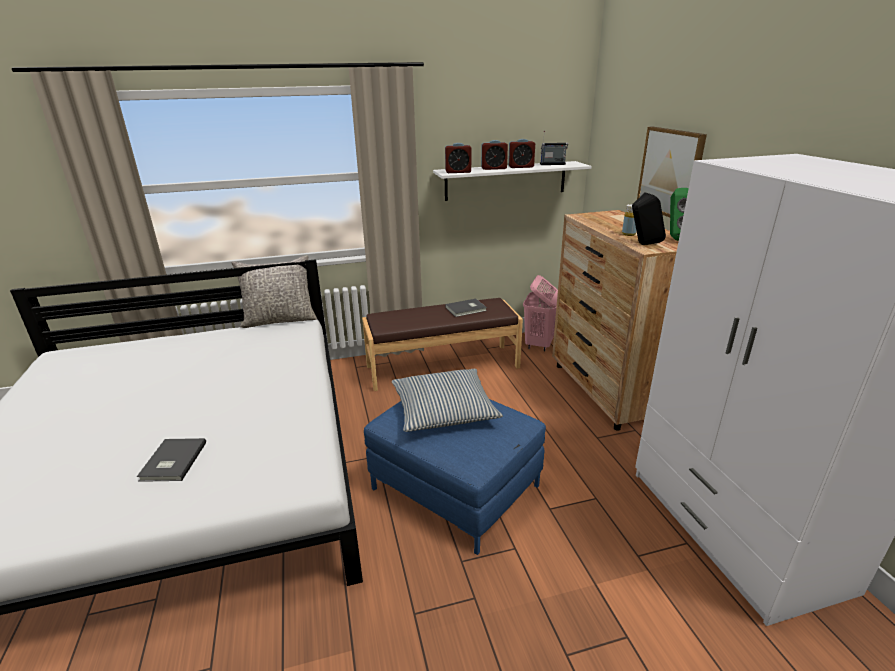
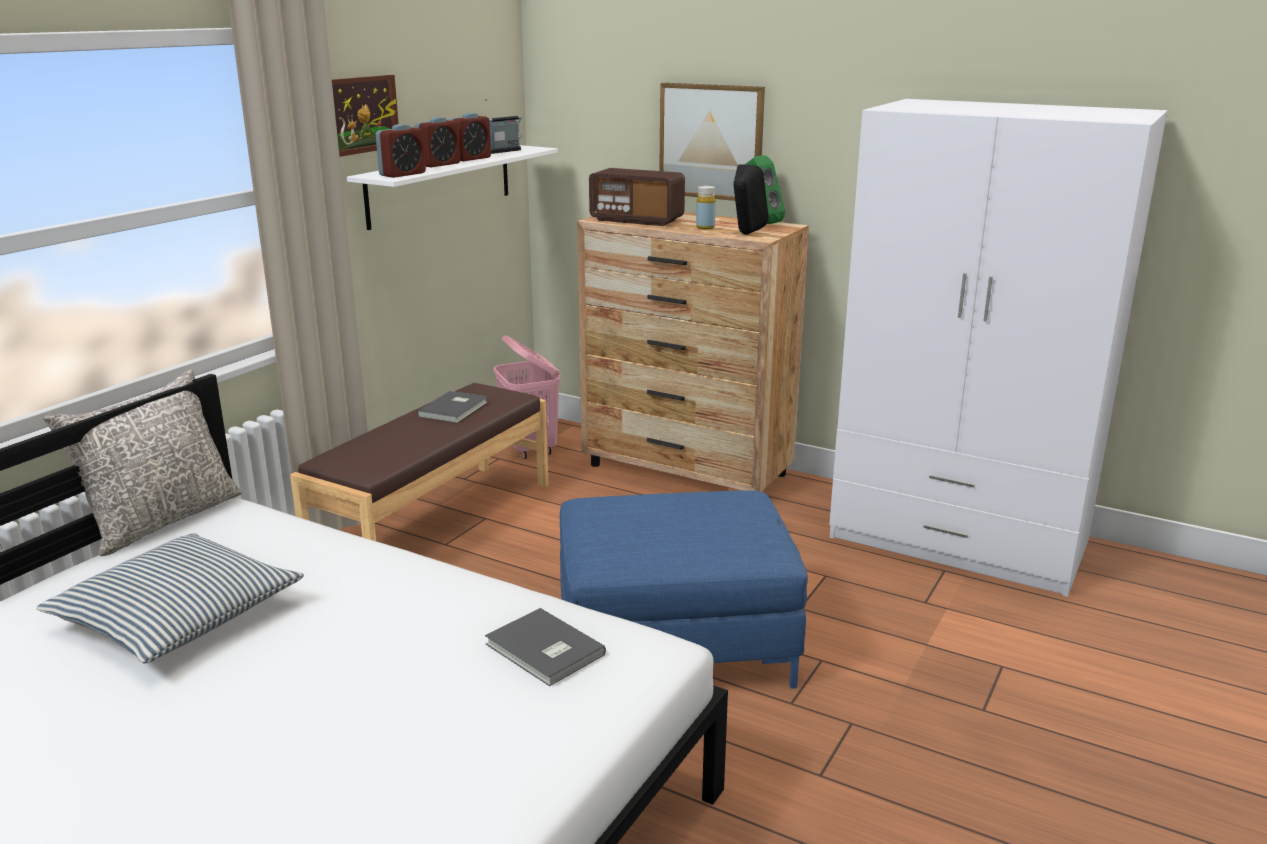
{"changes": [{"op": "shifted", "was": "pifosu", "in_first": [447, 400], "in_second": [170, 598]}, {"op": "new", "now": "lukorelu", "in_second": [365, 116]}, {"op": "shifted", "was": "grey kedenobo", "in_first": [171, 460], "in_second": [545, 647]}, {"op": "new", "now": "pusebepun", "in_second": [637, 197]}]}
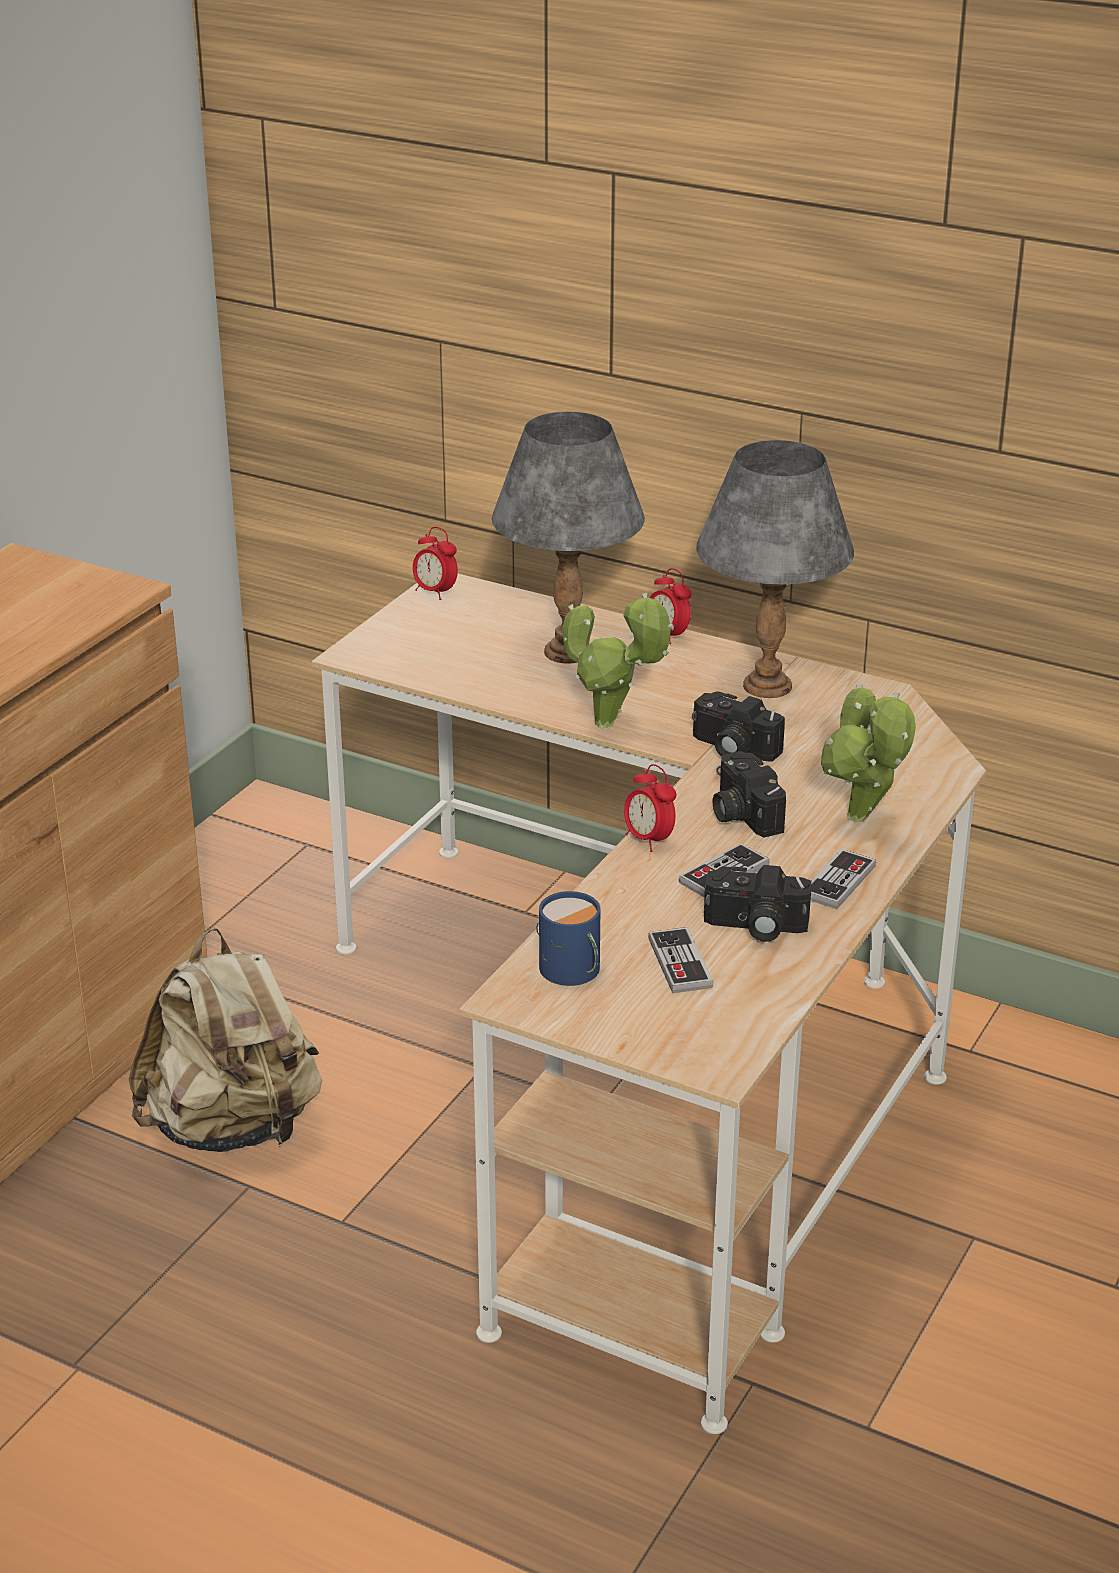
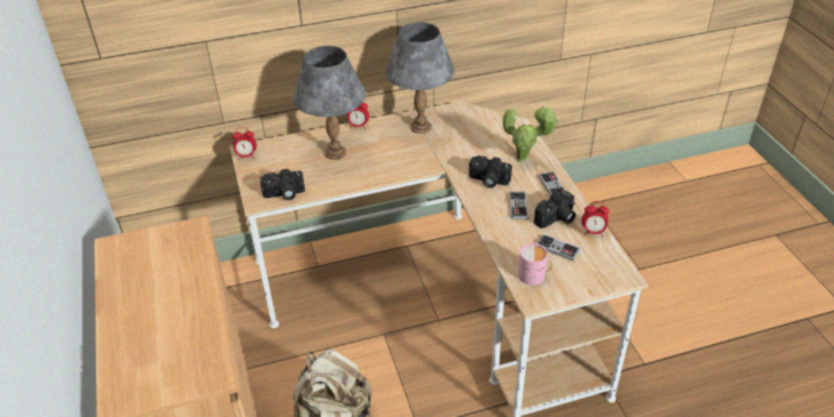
{"changes": [{"op": "shifted", "was": "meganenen", "in_first": [738, 726], "in_second": [282, 184]}, {"op": "repainted", "was": "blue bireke", "now": "pink bireke", "in_first": [568, 938], "in_second": [535, 264]}, {"op": "shifted", "was": "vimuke", "in_first": [650, 808], "in_second": [595, 219]}, {"op": "gone", "was": "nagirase", "in_first": [618, 661]}]}
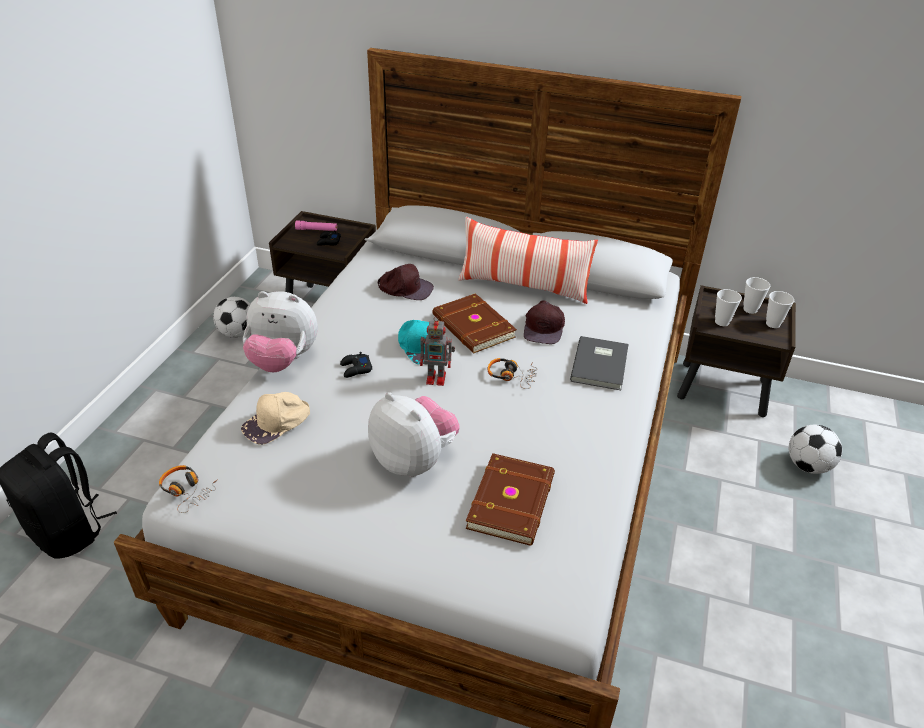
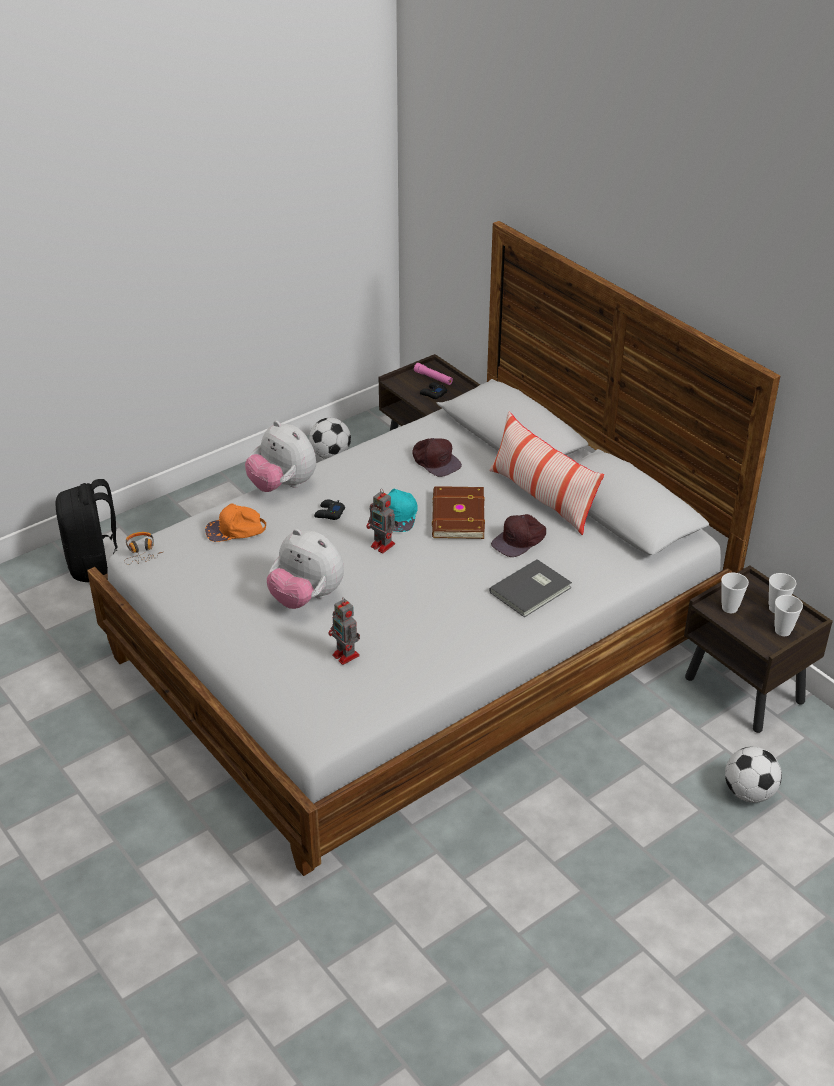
{"changes": [{"op": "repainted", "was": "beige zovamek", "now": "orange zovamek", "in_first": [275, 418], "in_second": [235, 523]}, {"op": "rotated", "was": "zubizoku", "in_first": [414, 434], "in_second": [305, 569], "clockwise": 135}, {"op": "swapped", "was": "brown kedenobo", "now": "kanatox", "in_first": [510, 499], "in_second": [344, 631]}, {"op": "gone", "was": "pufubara", "in_first": [512, 373]}]}
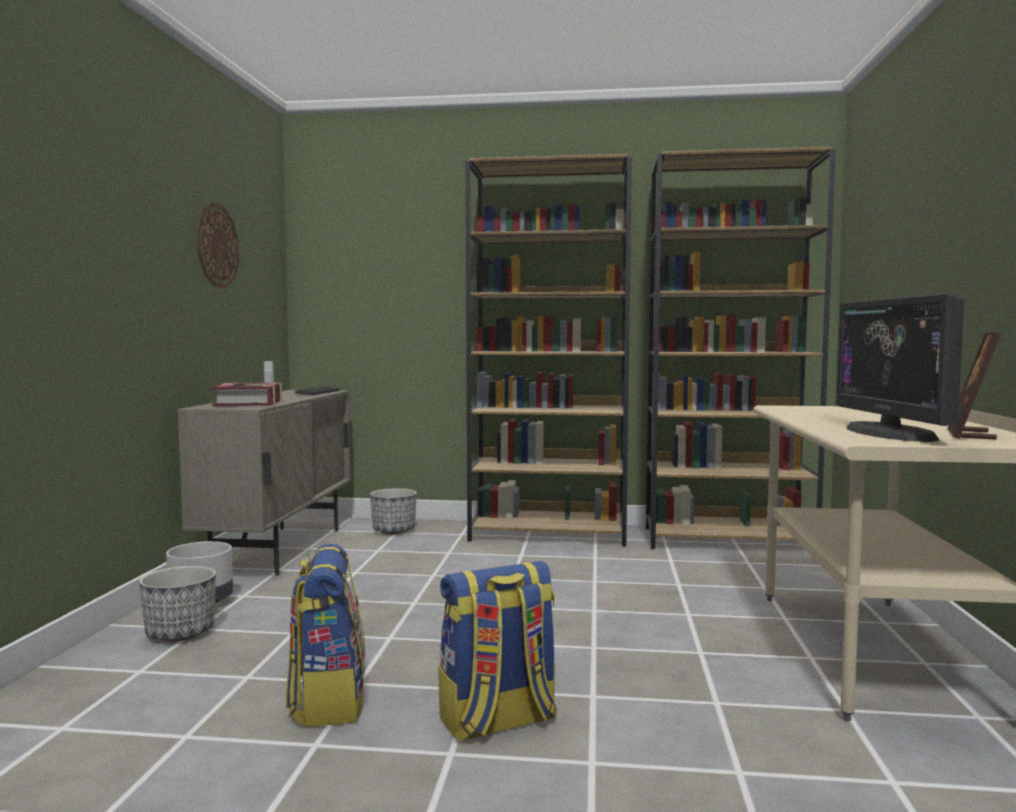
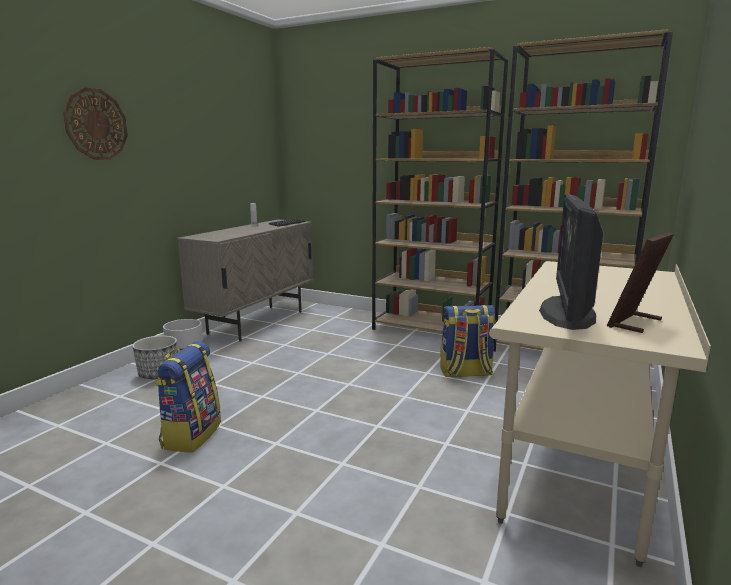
{"changes": [{"op": "shifted", "was": "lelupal", "in_first": [218, 245], "in_second": [95, 123]}, {"op": "shifted", "was": "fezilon", "in_first": [498, 651], "in_second": [467, 341]}, {"op": "gone", "was": "kedenobo", "in_first": [247, 394]}, {"op": "gone", "was": "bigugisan", "in_first": [393, 511]}]}
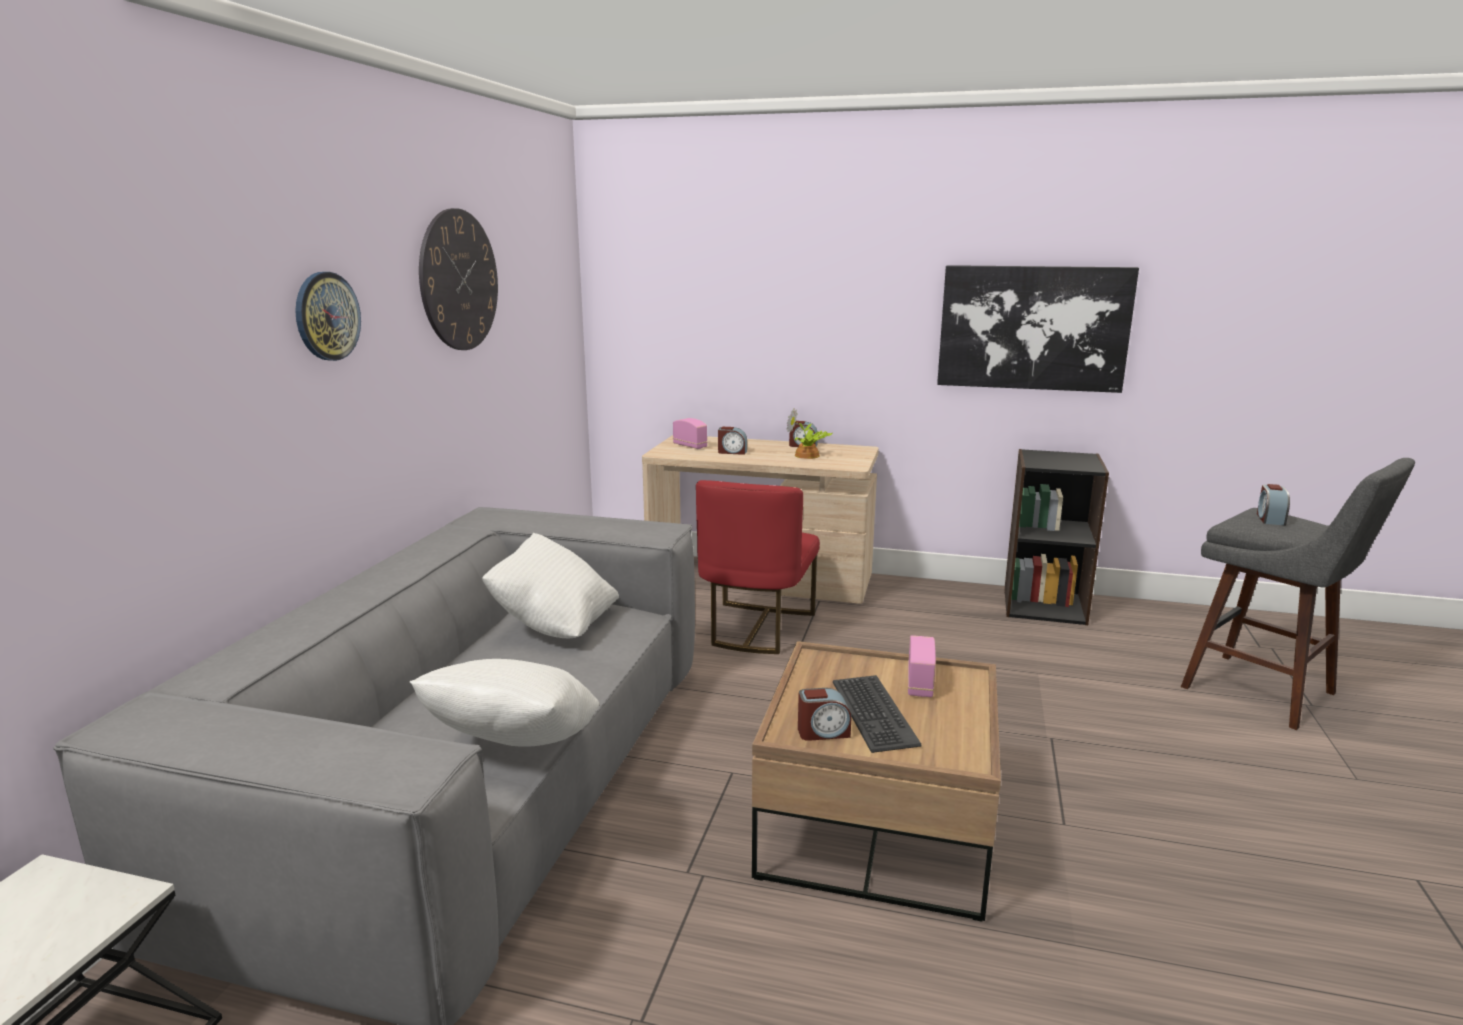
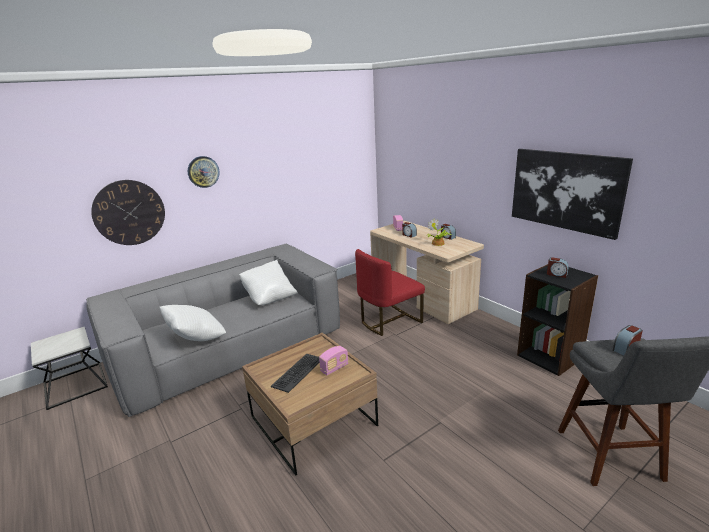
{"changes": [{"op": "shifted", "was": "lelupal", "in_first": [458, 279], "in_second": [128, 212]}, {"op": "shifted", "was": "vimuke", "in_first": [824, 714], "in_second": [558, 267]}]}
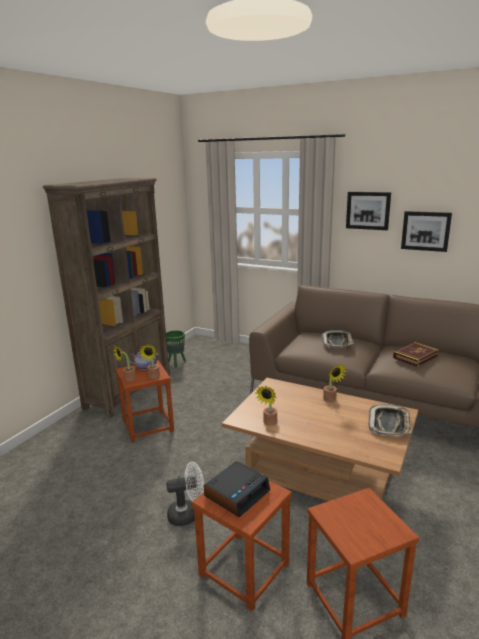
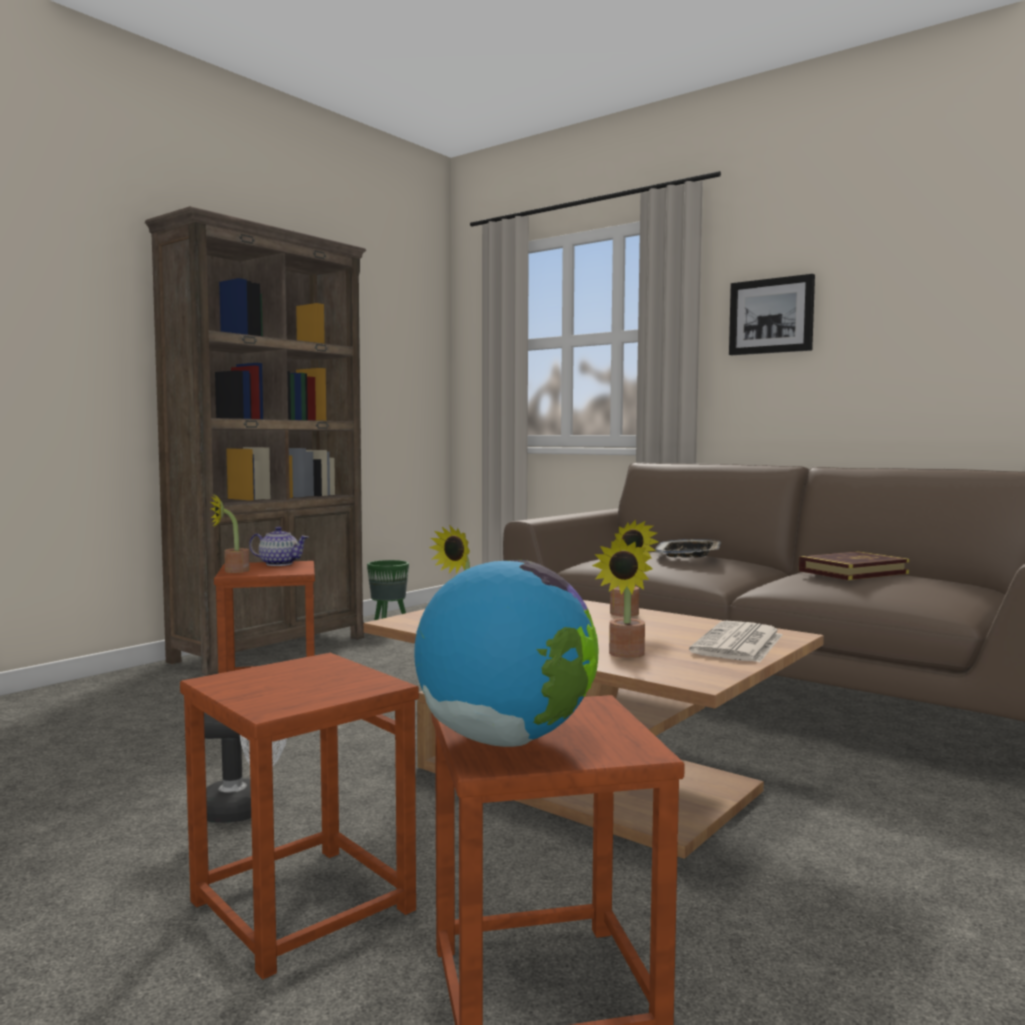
{"changes": [{"op": "new", "now": "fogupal", "in_second": [506, 653]}, {"op": "shifted", "was": "nagirase", "in_first": [149, 361], "in_second": [622, 598]}, {"op": "swapped", "was": "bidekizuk", "now": "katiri", "in_first": [390, 420], "in_second": [736, 642]}, {"op": "gone", "was": "vimuke", "in_first": [237, 489]}, {"op": "gone", "was": "lukorelu", "in_first": [426, 231]}]}
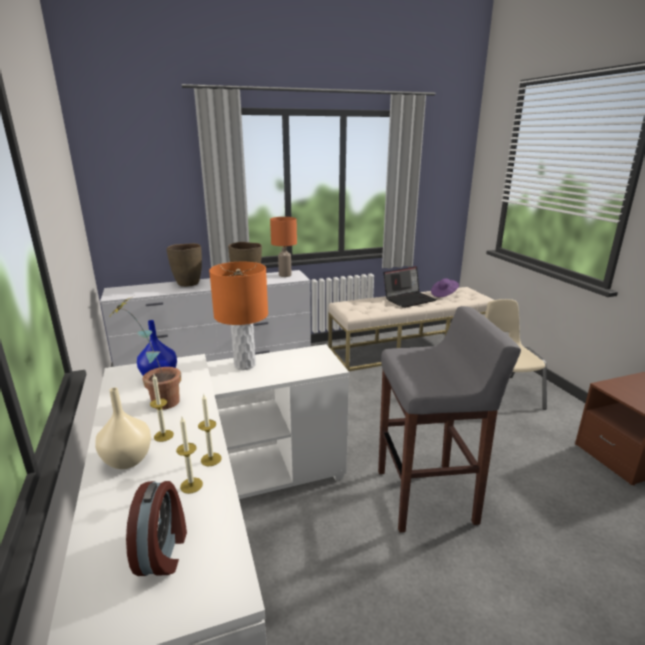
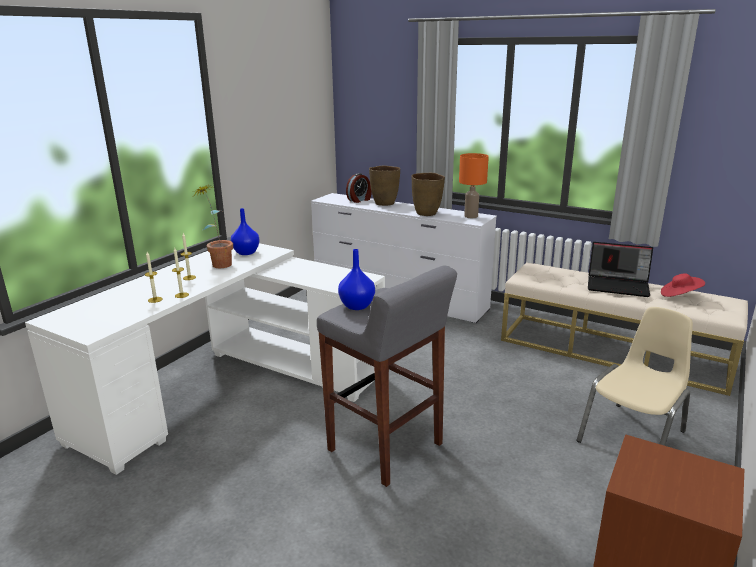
{"changes": [{"op": "new", "now": "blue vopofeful", "in_second": [356, 279]}, {"op": "shifted", "was": "vimuke", "in_first": [156, 528], "in_second": [358, 188]}, {"op": "repainted", "was": "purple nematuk", "now": "red nematuk", "in_first": [445, 287], "in_second": [683, 285]}, {"op": "gone", "was": "beige vopofeful", "in_first": [123, 428]}, {"op": "gone", "was": "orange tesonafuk", "in_first": [238, 316]}]}
